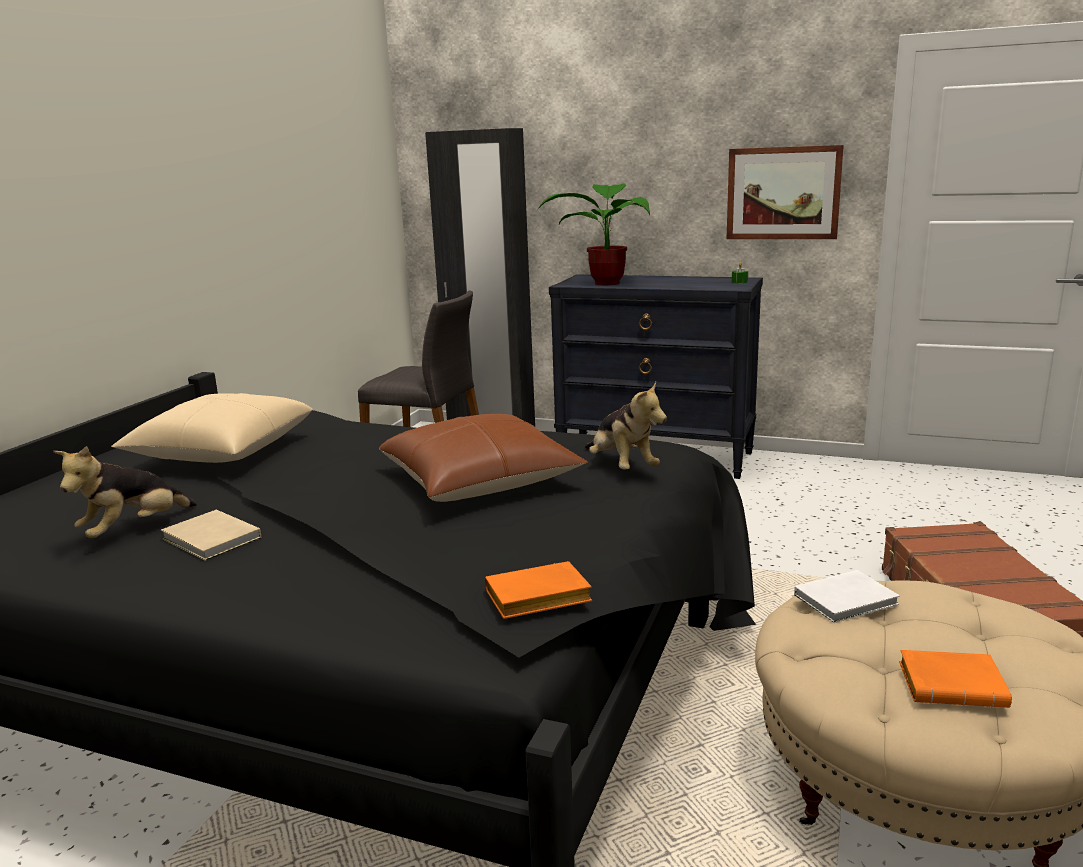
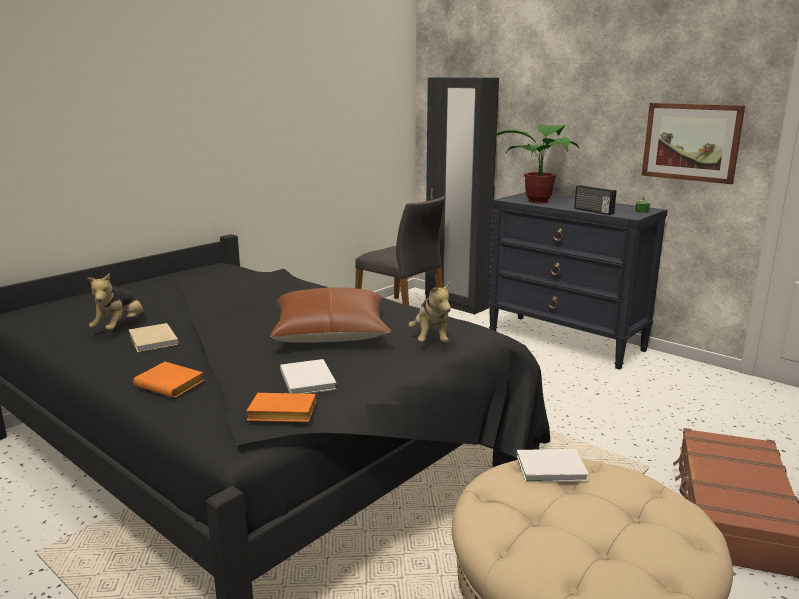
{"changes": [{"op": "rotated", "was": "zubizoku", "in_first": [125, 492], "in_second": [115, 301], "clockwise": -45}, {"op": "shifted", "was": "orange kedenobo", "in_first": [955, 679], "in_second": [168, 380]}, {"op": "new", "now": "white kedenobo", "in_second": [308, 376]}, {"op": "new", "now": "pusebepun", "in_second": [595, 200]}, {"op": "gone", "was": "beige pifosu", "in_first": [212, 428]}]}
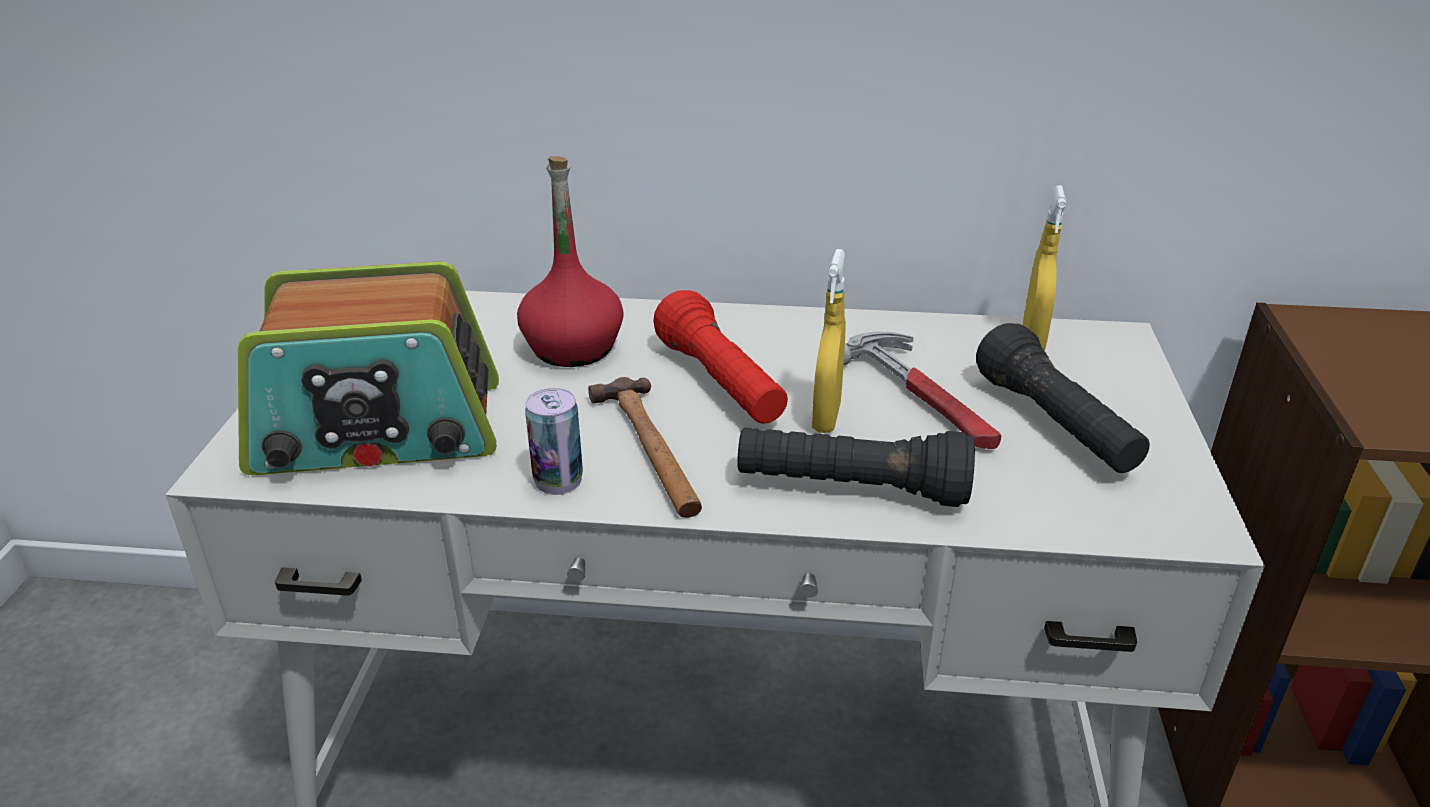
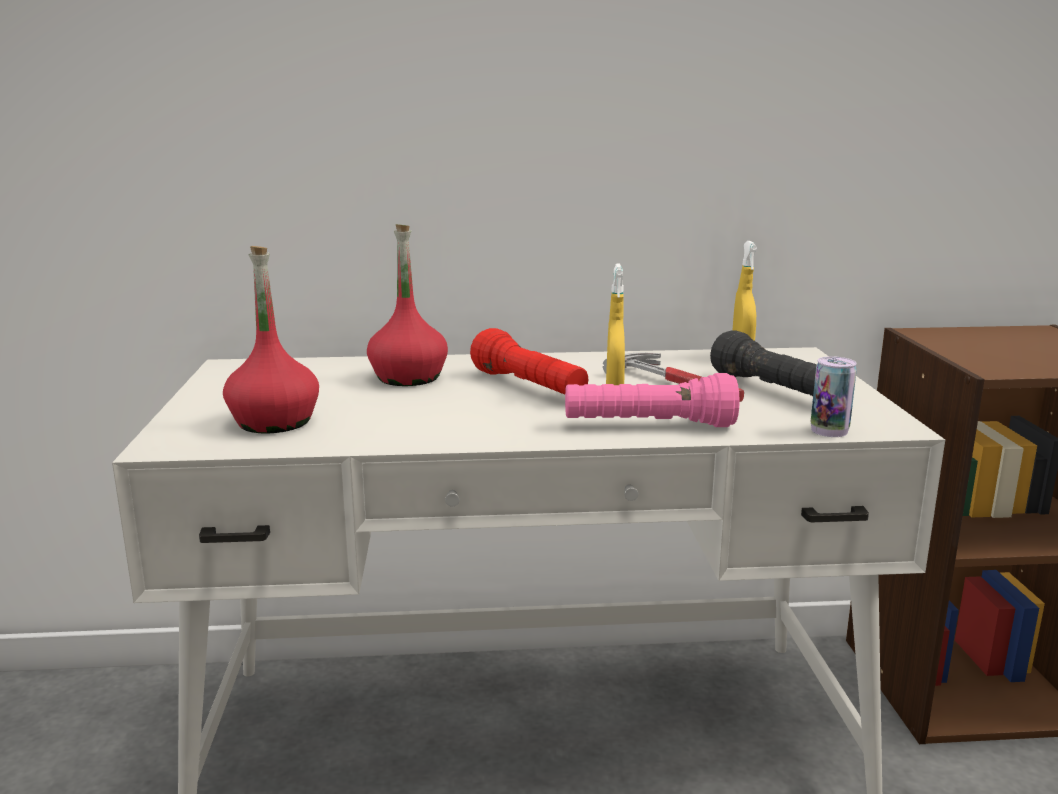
{"changes": [{"op": "swapped", "was": "pusebepun", "now": "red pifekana", "in_first": [368, 368], "in_second": [271, 340]}, {"op": "repainted", "was": "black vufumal", "now": "pink vufumal", "in_first": [856, 467], "in_second": [652, 400]}, {"op": "shifted", "was": "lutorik", "in_first": [554, 441], "in_second": [834, 396]}, {"op": "gone", "was": "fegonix", "in_first": [645, 447]}]}
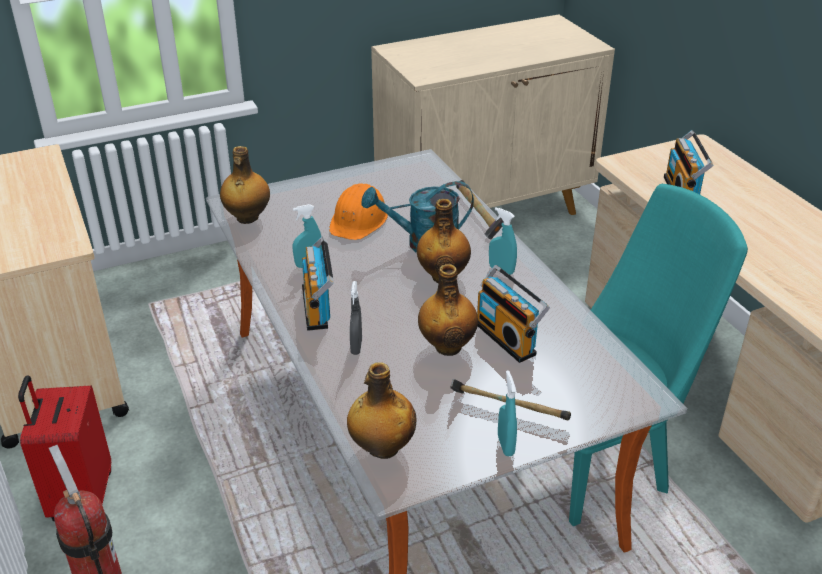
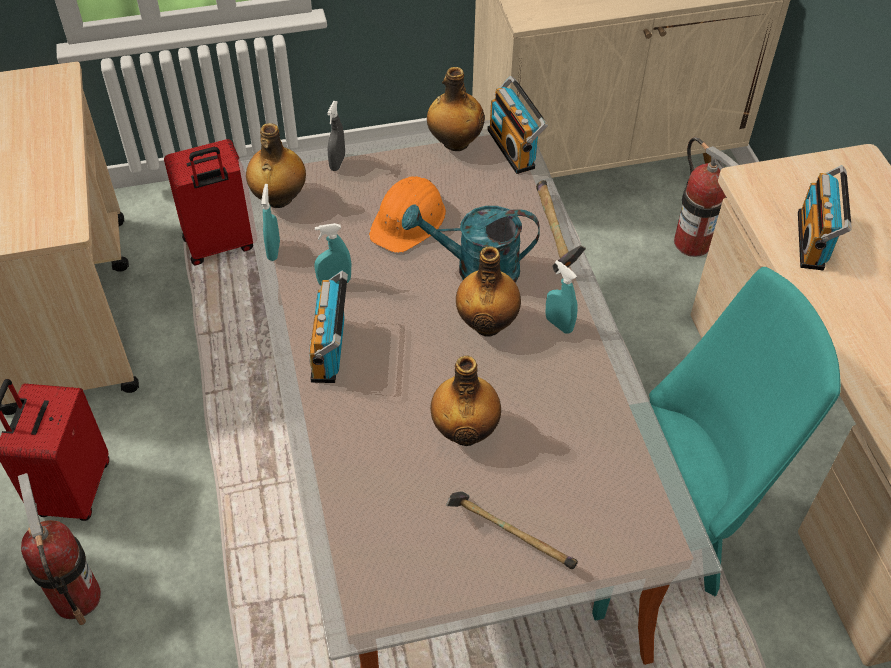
{"changes": [{"op": "new", "now": "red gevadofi", "in_second": [208, 202]}, {"op": "shifted", "was": "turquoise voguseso", "in_first": [507, 413], "in_second": [270, 222]}, {"op": "shifted", "was": "grey voguseso", "in_first": [356, 318], "in_second": [336, 136]}, {"op": "shifted", "was": "pifekana", "in_first": [382, 410], "in_second": [456, 109]}, {"op": "shifted", "was": "pusebepun", "in_first": [513, 314], "in_second": [517, 125]}, {"op": "new", "now": "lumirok", "in_second": [706, 197]}]}
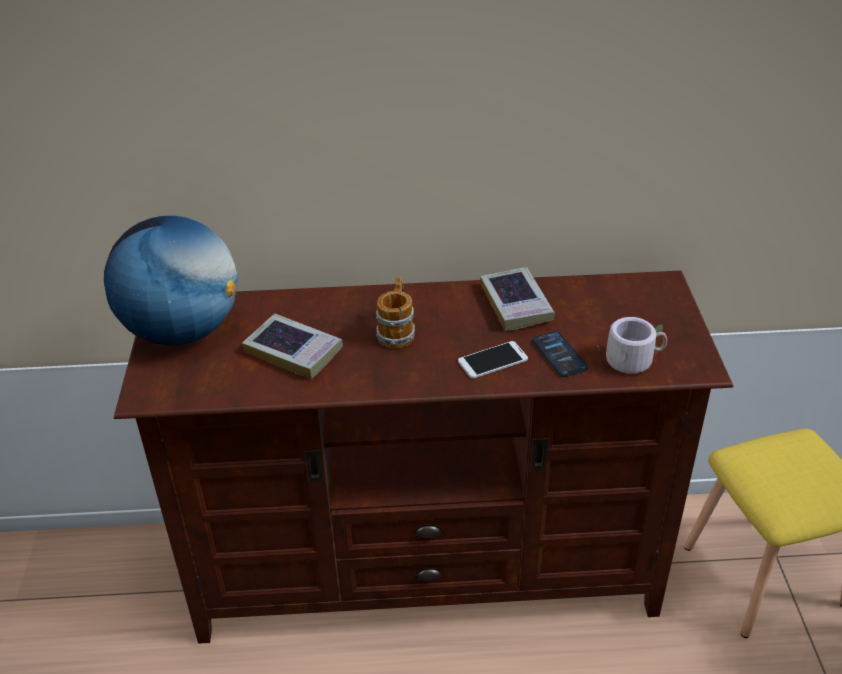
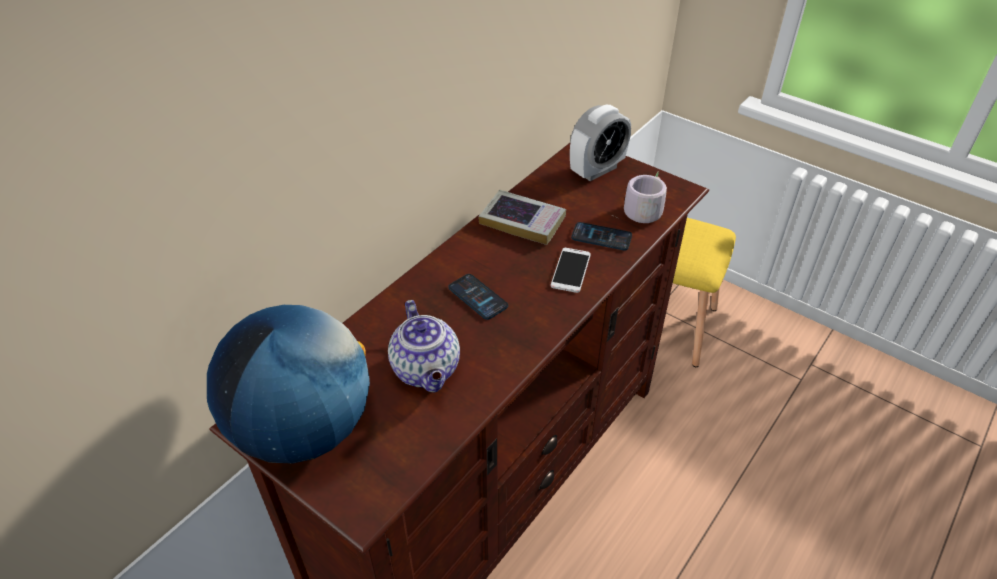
{"changes": [{"op": "swapped", "was": "kedenobo", "now": "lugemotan", "in_first": [292, 346], "in_second": [424, 346]}, {"op": "swapped", "was": "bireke", "now": "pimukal", "in_first": [395, 312], "in_second": [478, 297]}, {"op": "new", "now": "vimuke", "in_second": [600, 143]}]}
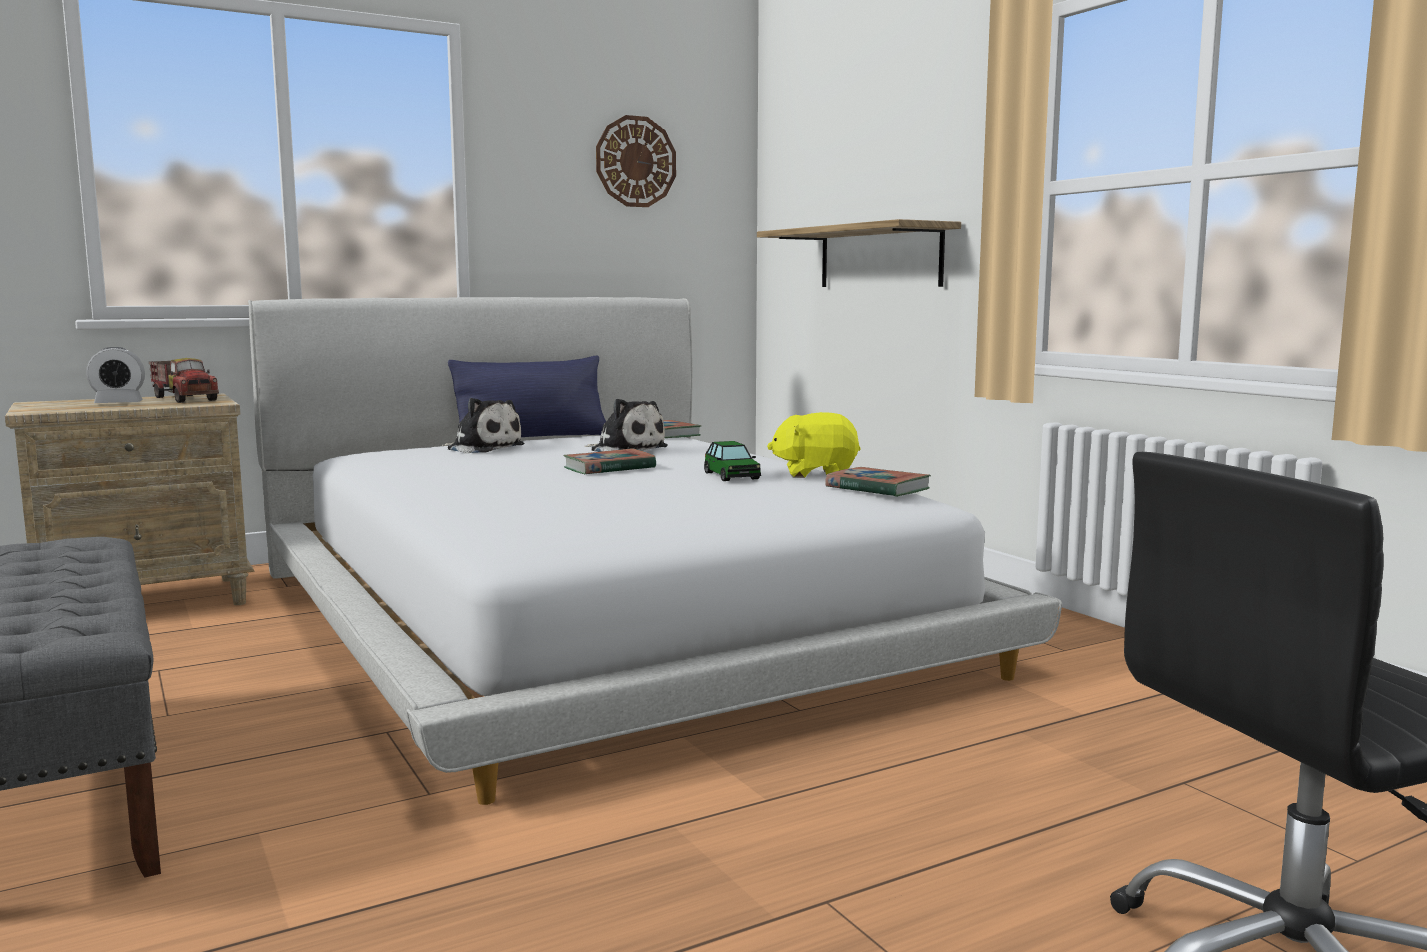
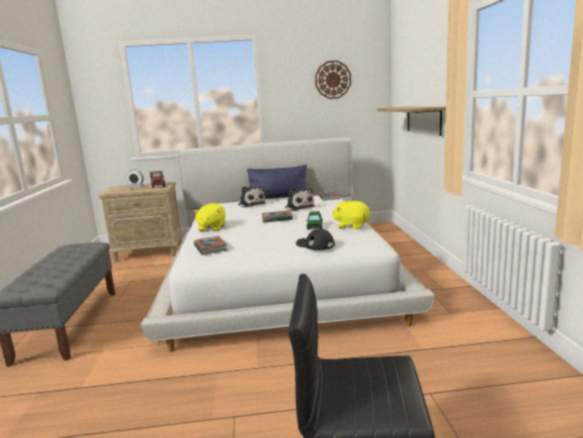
{"changes": [{"op": "new", "now": "yellow zubizoku", "in_second": [209, 217]}, {"op": "shifted", "was": "kedenobo", "in_first": [878, 482], "in_second": [210, 245]}, {"op": "new", "now": "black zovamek", "in_second": [315, 239]}]}
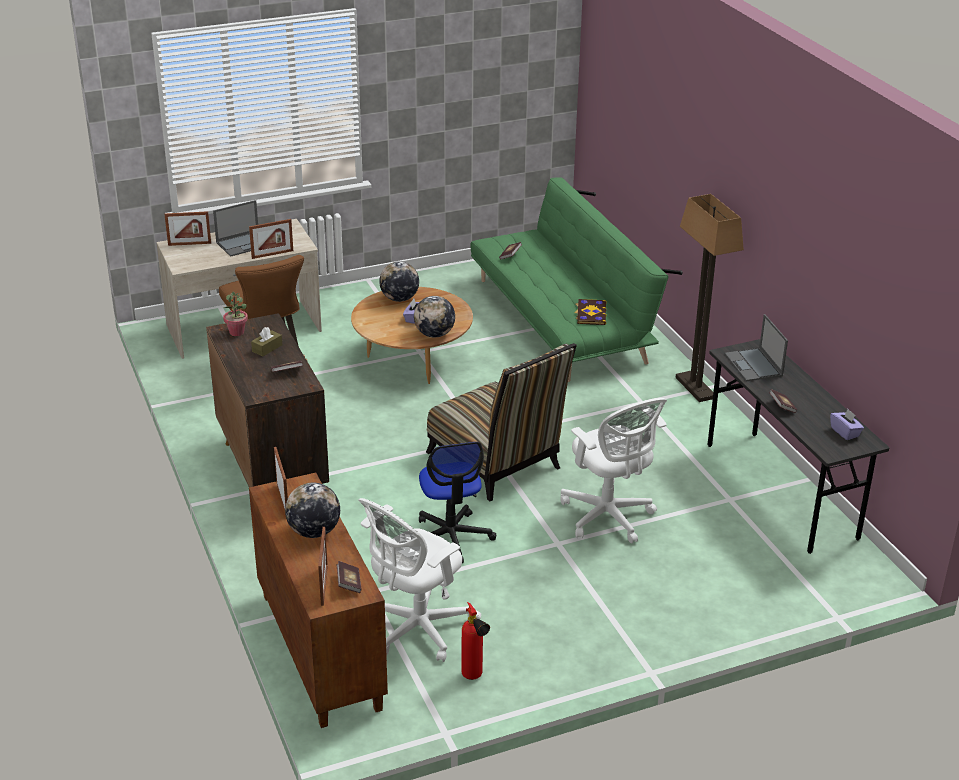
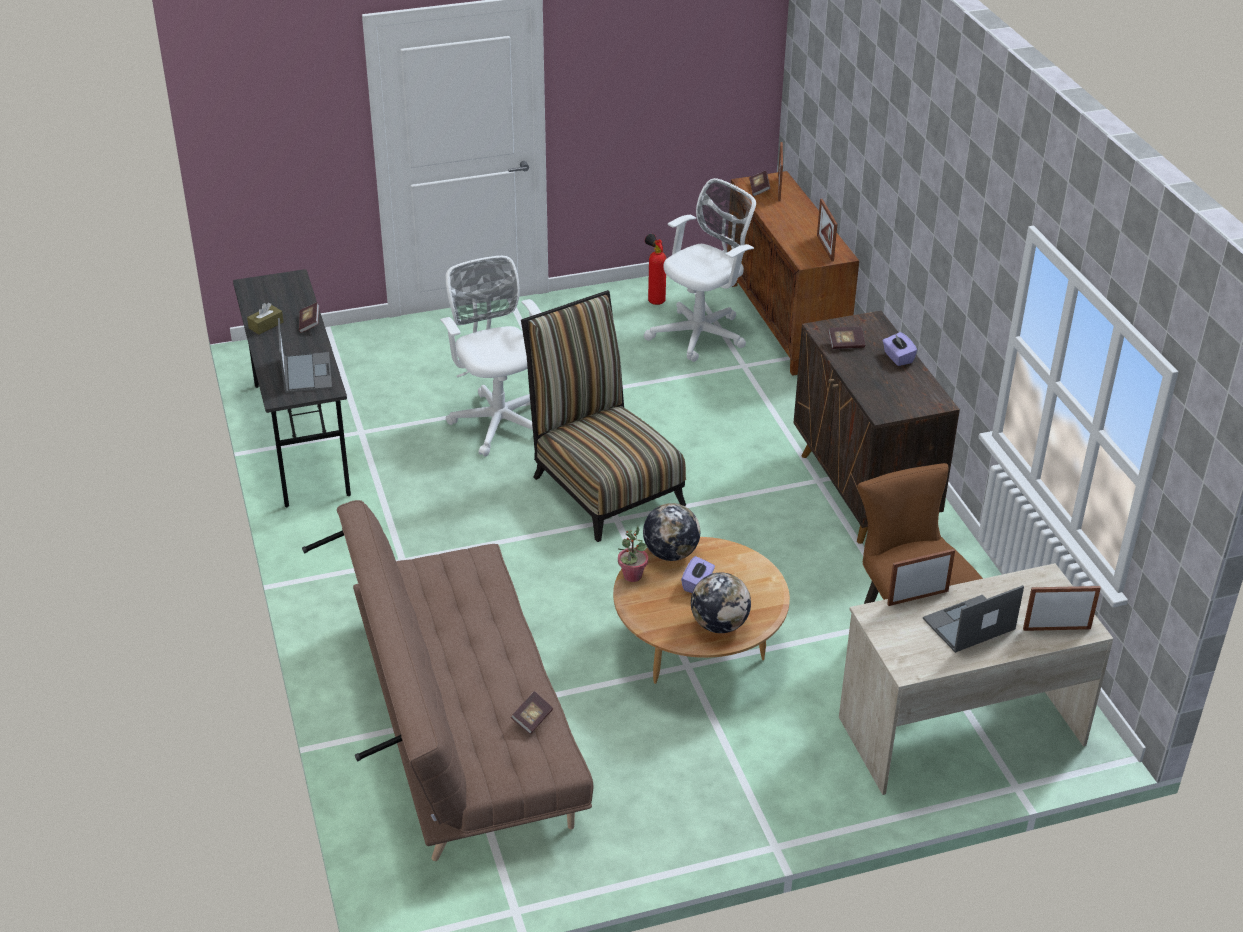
{"changes": [{"op": "shifted", "was": "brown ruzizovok", "in_first": [266, 342], "in_second": [265, 319]}, {"op": "repainted", "was": "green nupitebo", "now": "brown nupitebo", "in_first": [576, 279], "in_second": [448, 680]}, {"op": "shifted", "was": "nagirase", "in_first": [235, 314], "in_second": [633, 554]}, {"op": "shifted", "was": "purple ruzizovok", "in_first": [847, 424], "in_second": [900, 349]}, {"op": "gone", "was": "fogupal", "in_first": [312, 510]}, {"op": "gone", "was": "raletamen", "in_first": [457, 502]}, {"op": "gone", "was": "kedenobo", "in_first": [590, 312]}, {"op": "gone", "was": "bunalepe", "in_first": [710, 298]}]}
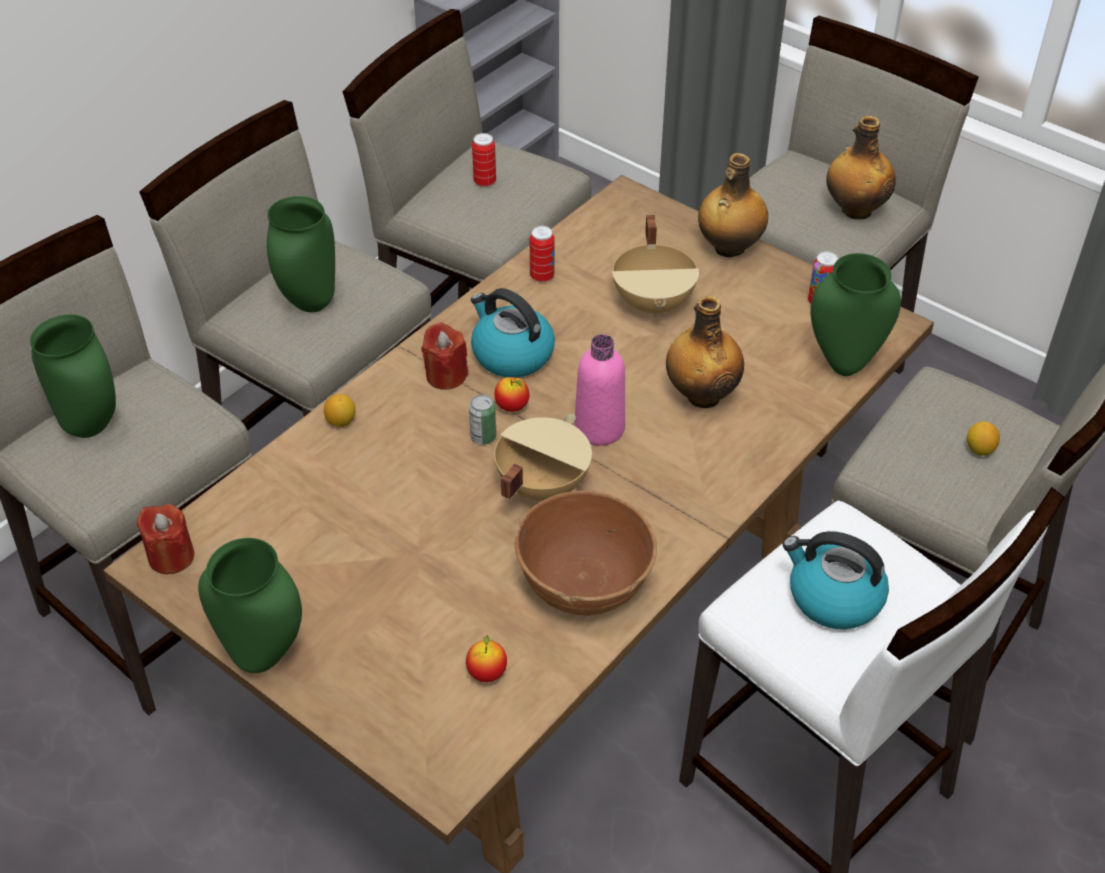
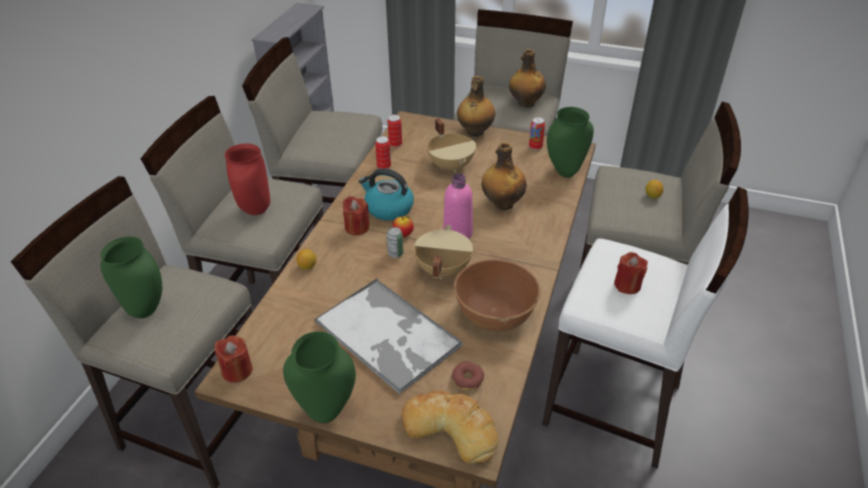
{"changes": [{"op": "repainted", "was": "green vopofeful", "now": "red vopofeful", "in_first": [301, 254], "in_second": [247, 179]}, {"op": "new", "now": "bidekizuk", "in_second": [389, 336]}, {"op": "shifted", "was": "lutorik", "in_first": [484, 160], "in_second": [394, 131]}, {"op": "new", "now": "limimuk", "in_second": [449, 427]}, {"op": "swapped", "was": "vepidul", "now": "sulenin", "in_first": [486, 658], "in_second": [467, 375]}, {"op": "swapped", "was": "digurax", "now": "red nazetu", "in_first": [836, 580], "in_second": [631, 273]}]}
